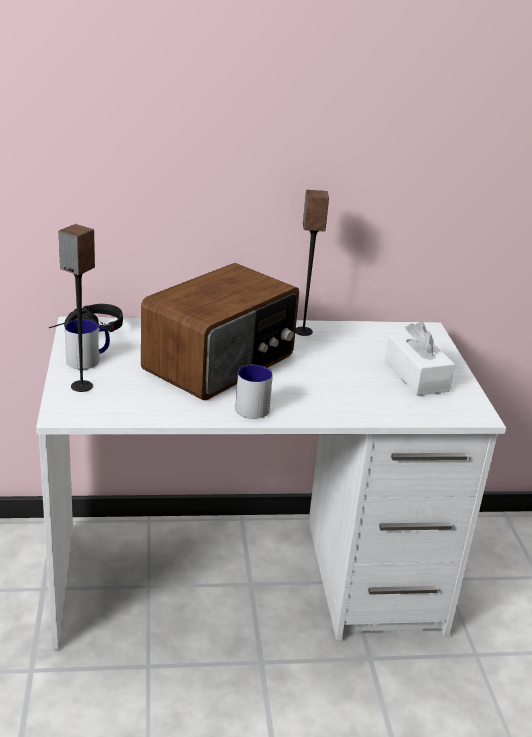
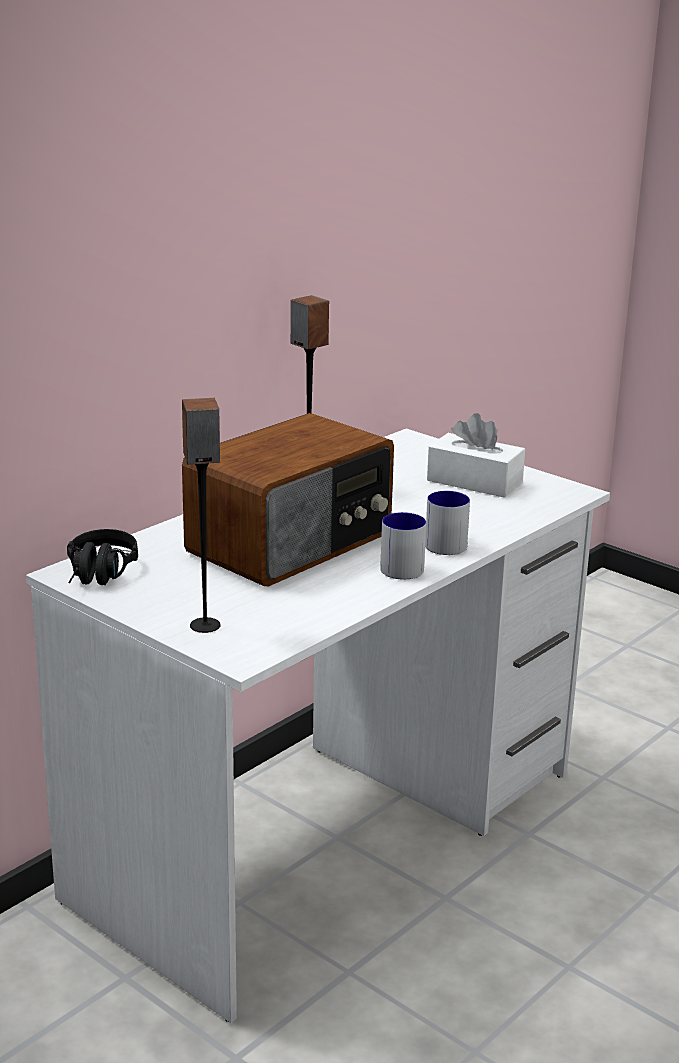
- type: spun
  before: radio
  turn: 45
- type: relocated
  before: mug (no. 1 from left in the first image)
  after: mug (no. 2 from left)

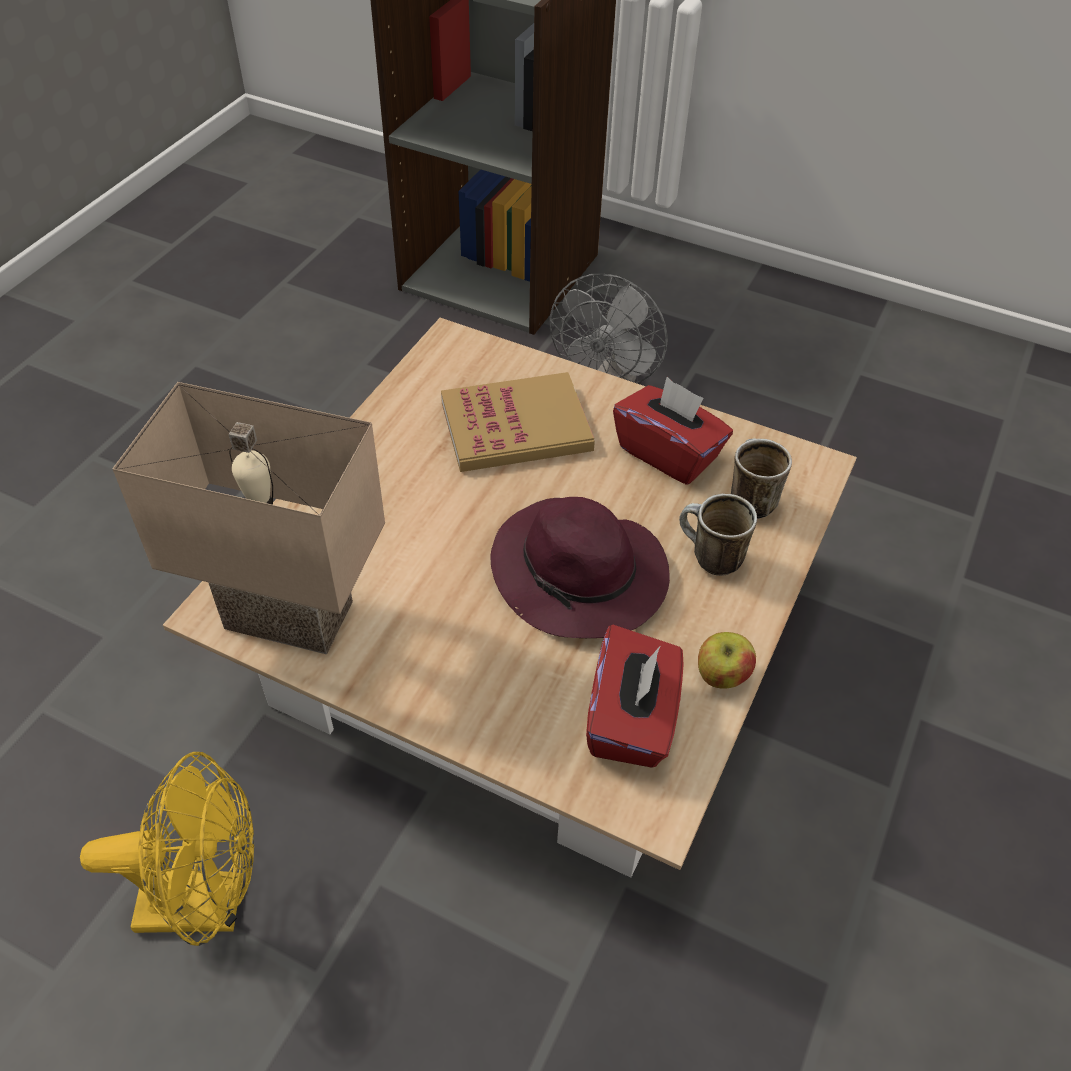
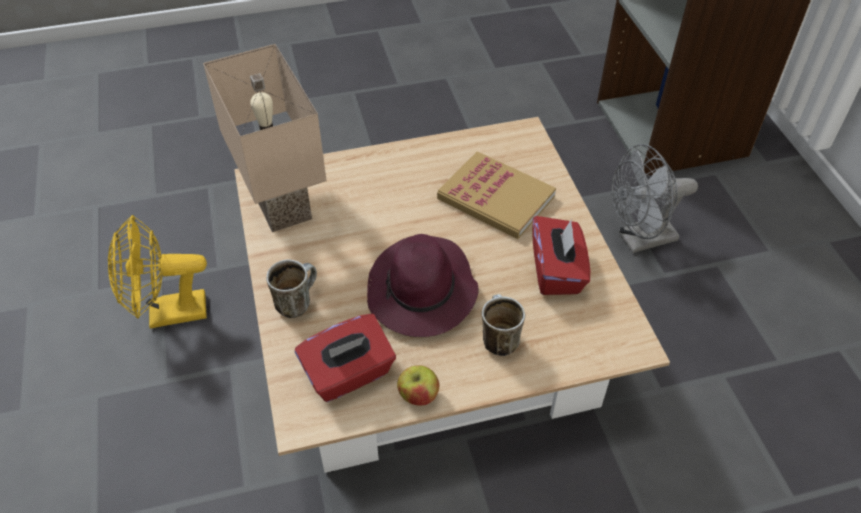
- type: spun
  before: yellow fan
  turn: 120
- type: relocated
  before: mug (no. 2 from left in the first image)
  after: mug (no. 1 from left)

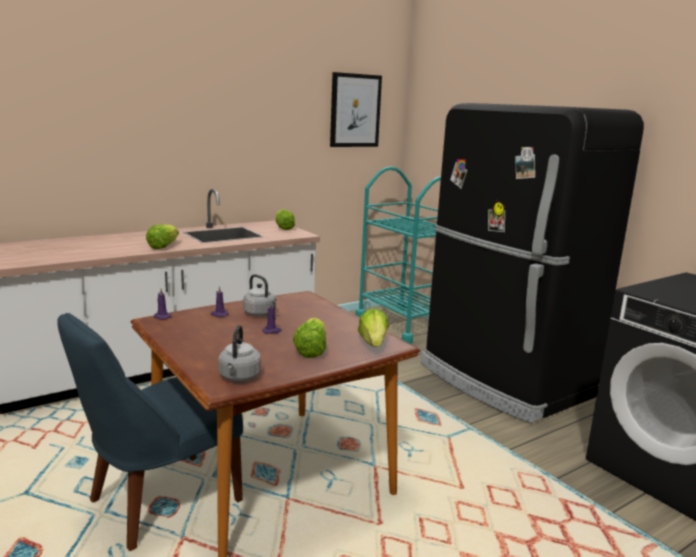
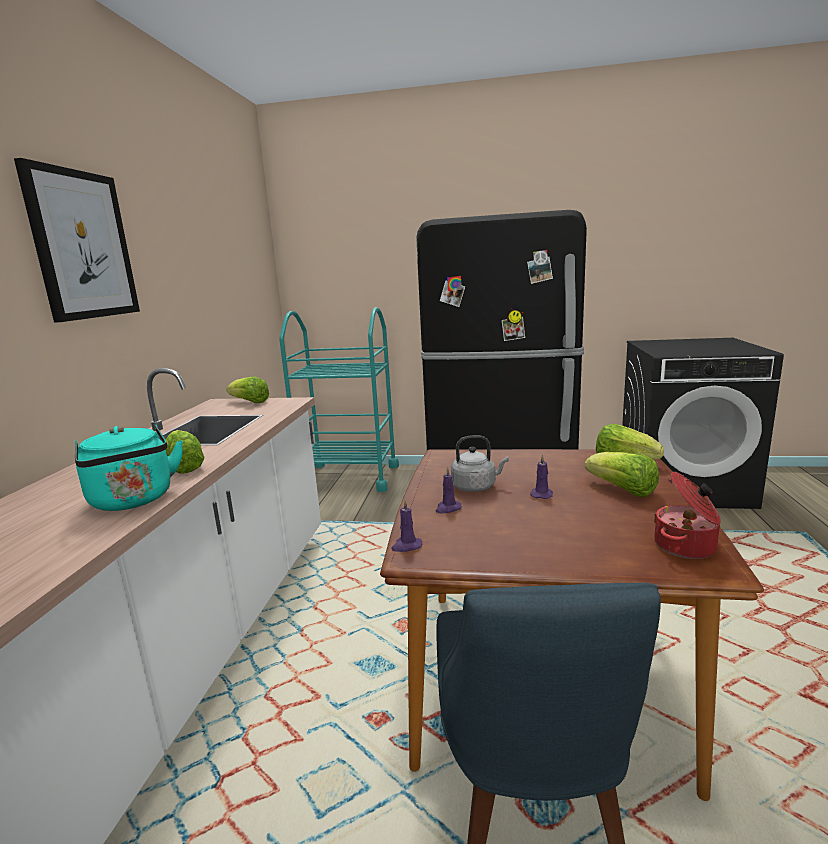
- type: relocated
  before: picture
- type: appeared
  after: turquoise kettle
- type: exchanged
  before: grey kettle (no. 1 from left)
  after: cooking pot

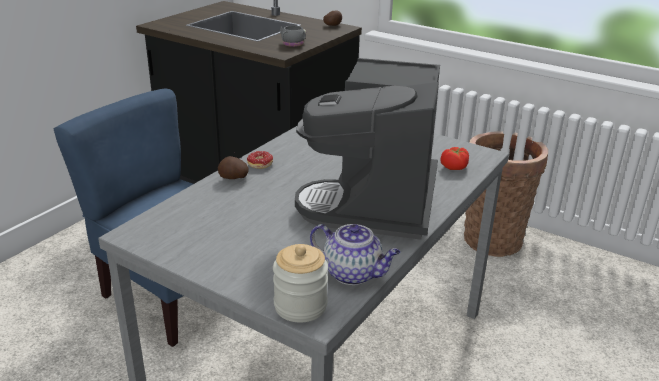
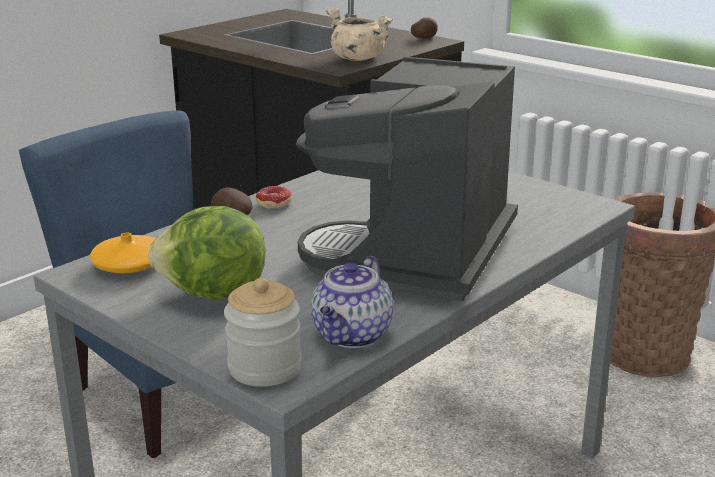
- type: appeared
  after: orange vase
- type: appeared
  after: lettuce
- type: spun
  before: teapot
  turn: 75
- type: exchanged
  before: grey mug
  after: beige cooking pot
- type: missing
  before: tomato

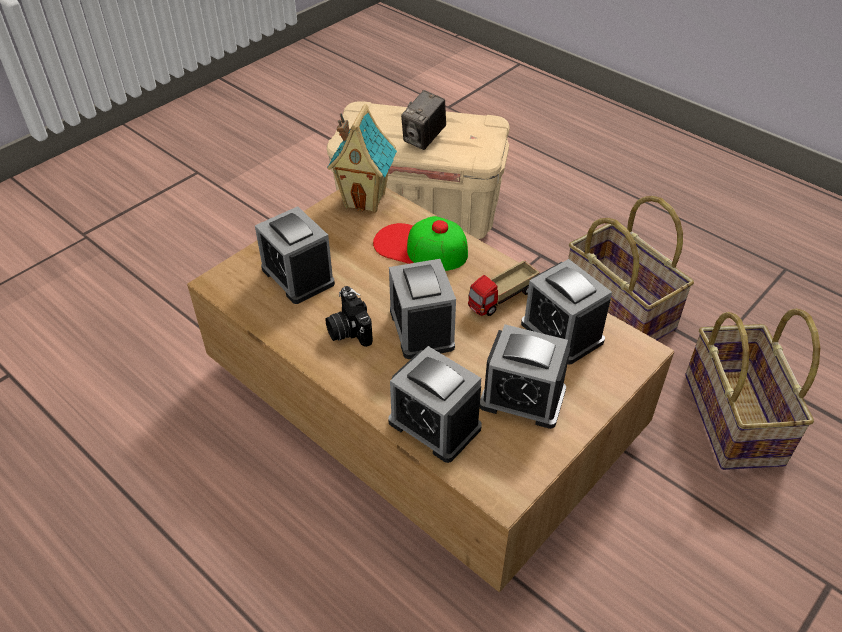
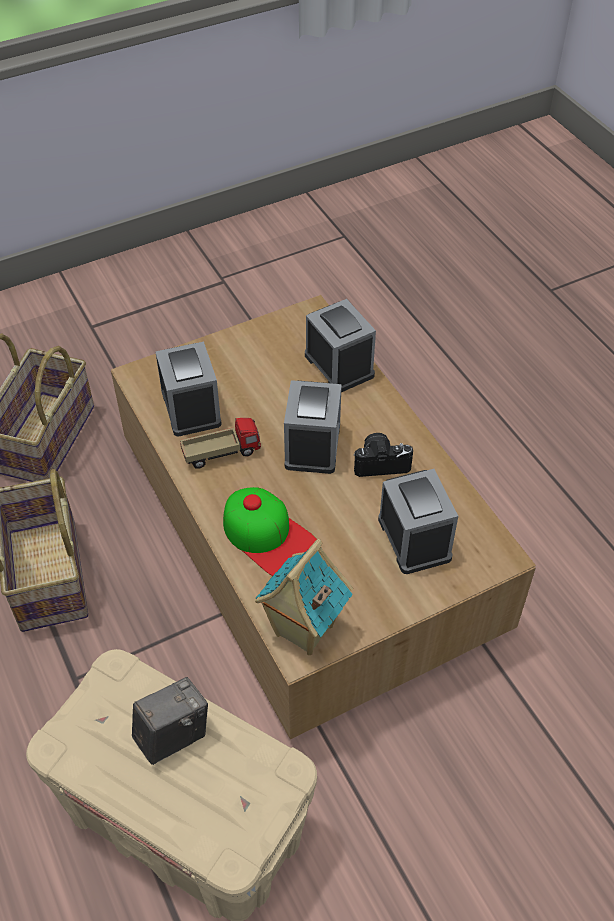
- type: spun
  before: photo camera (no. 1 from left in the first image)
  turn: -90
- type: missing
  before: alarm clock (no. 4 from left)

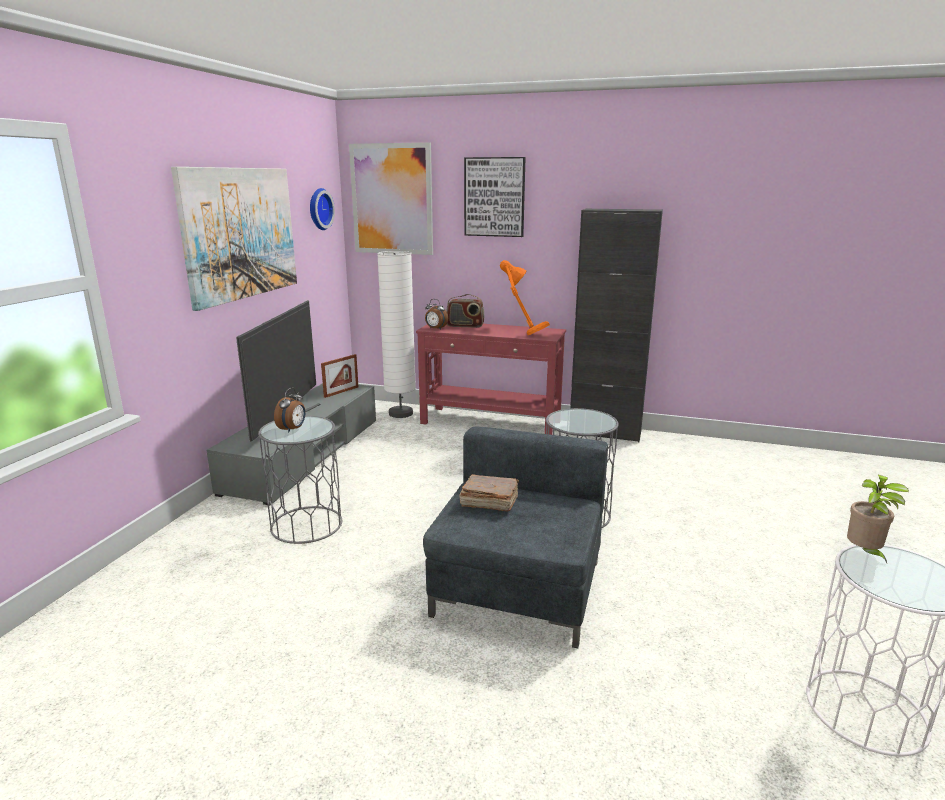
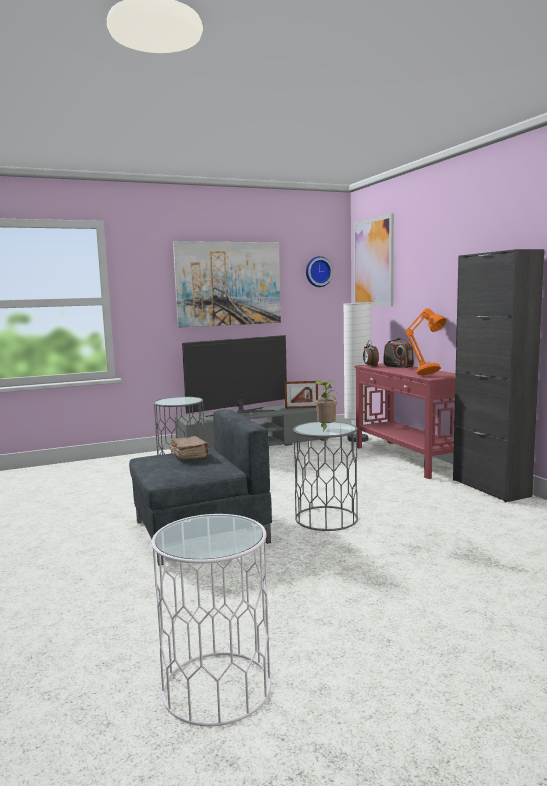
- type: relocated
  before: potted plant
- type: missing
  before: alarm clock (no. 1 from left)
- type: missing
  before: picture (no. 3 from left)

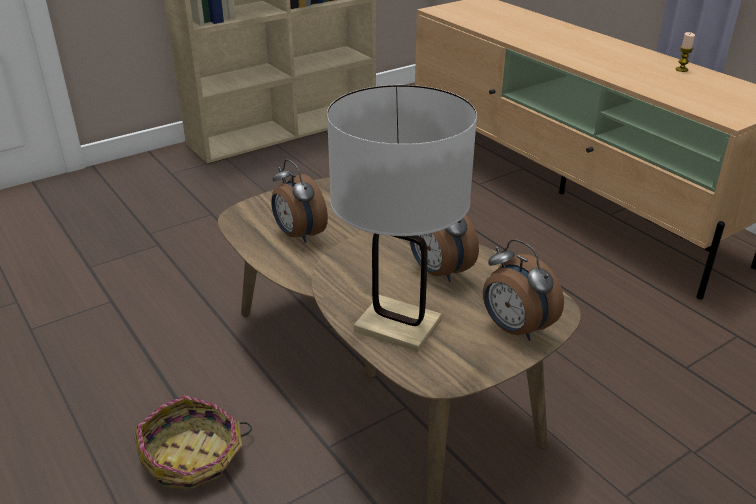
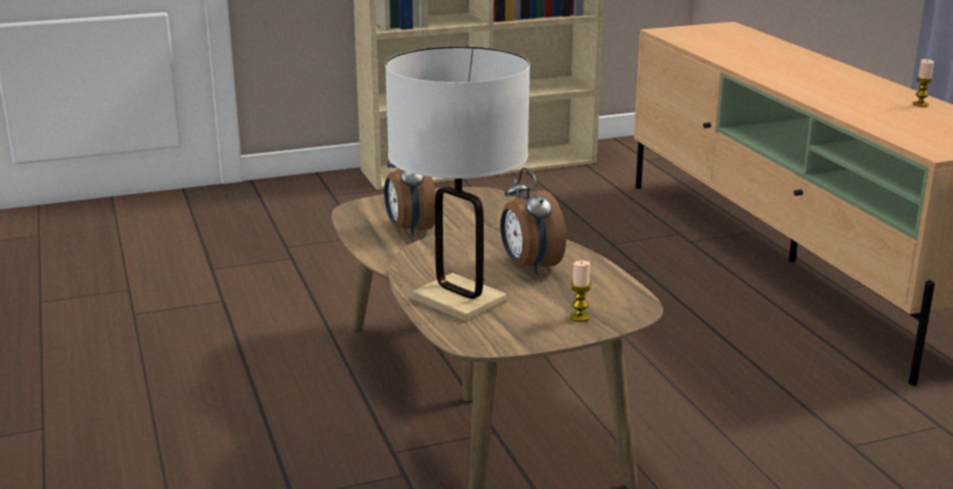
- type: exchanged
  before: alarm clock (no. 3 from left)
  after: candle (no. 1 from left)
- type: missing
  before: basket

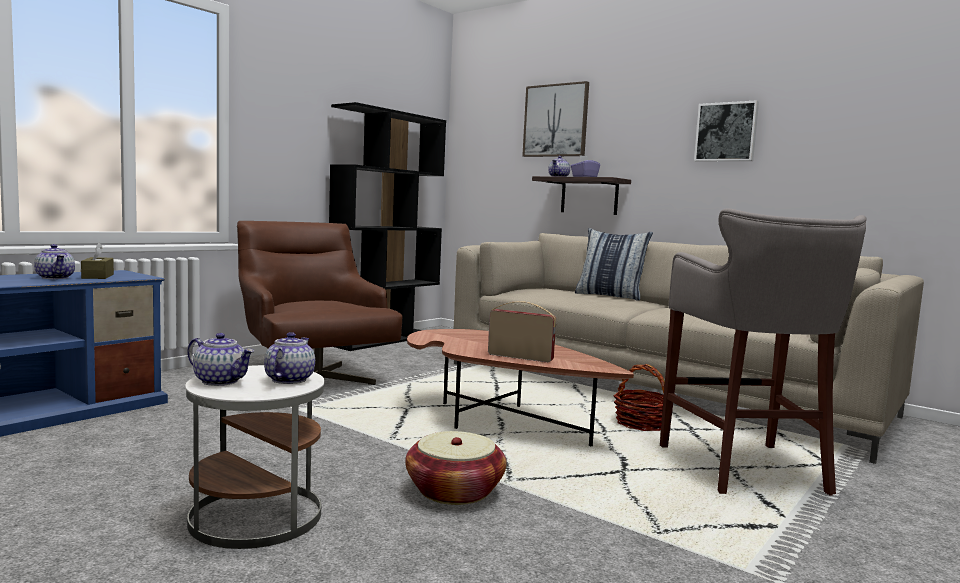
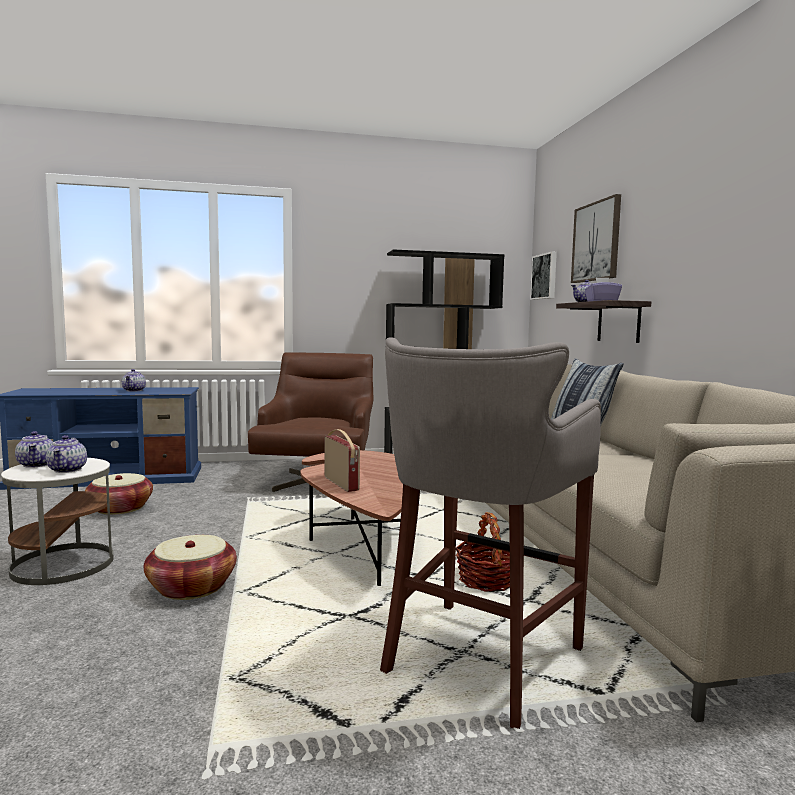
- type: spun
  before: teapot (no. 3 from left in the first image)
  turn: 120
- type: appeared
  after: basket (no. 1 from left)
- type: relocated
  before: picture (no. 2 from left in the first image)
  after: picture (no. 1 from left)
- type: missing
  before: brown tissue box

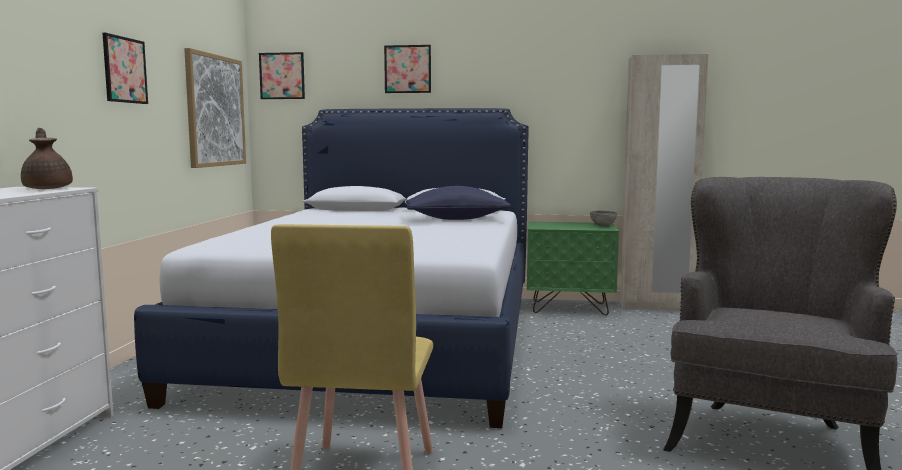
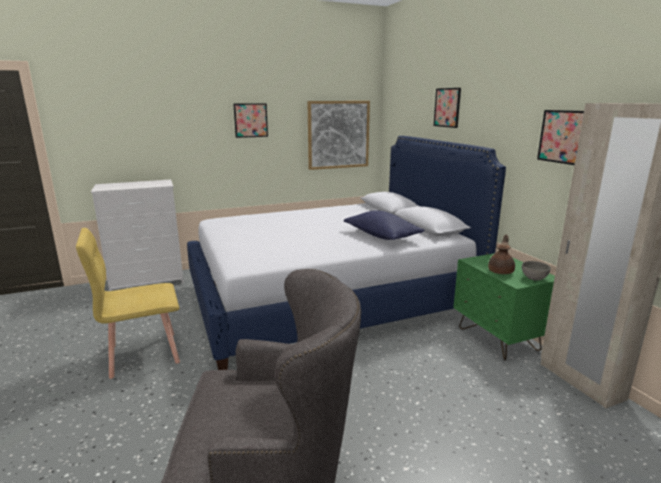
- type: relocated
  before: brown teapot
- type: relocated
  before: picture (no. 3 from left in the first image)
  after: picture (no. 4 from left)

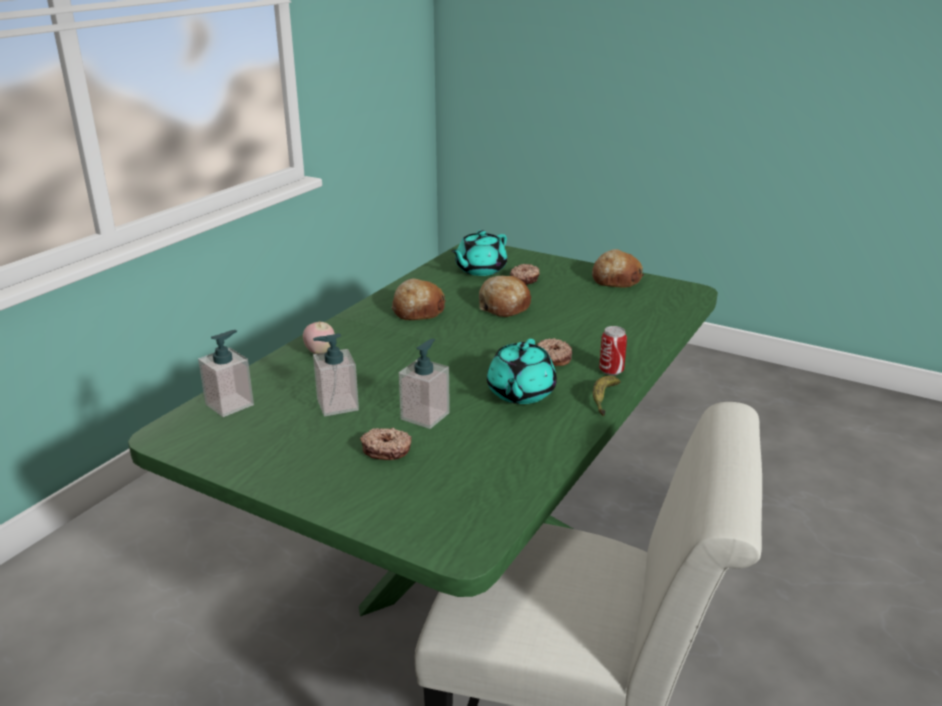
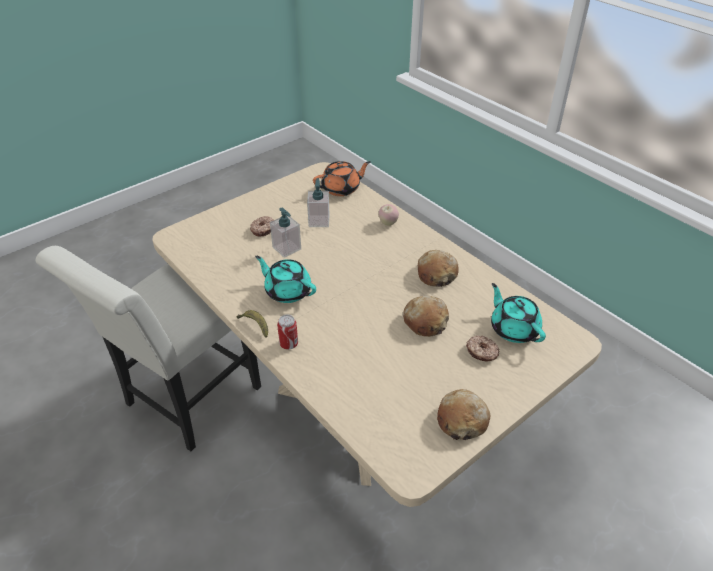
- type: colour
  before: green dining table
  after: beige dining table
- type: exchanged
  before: soap dispenser (no. 1 from left)
  after: orange teapot
- type: missing
  before: donut (no. 3 from left)

